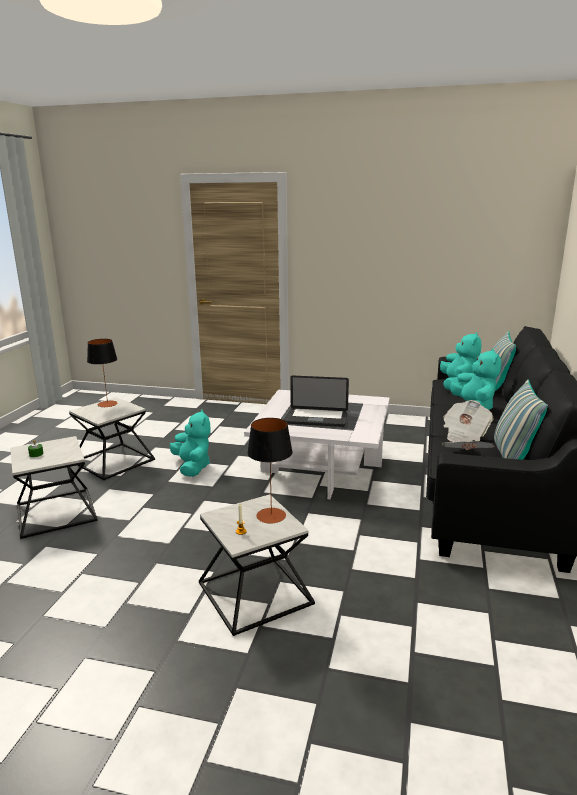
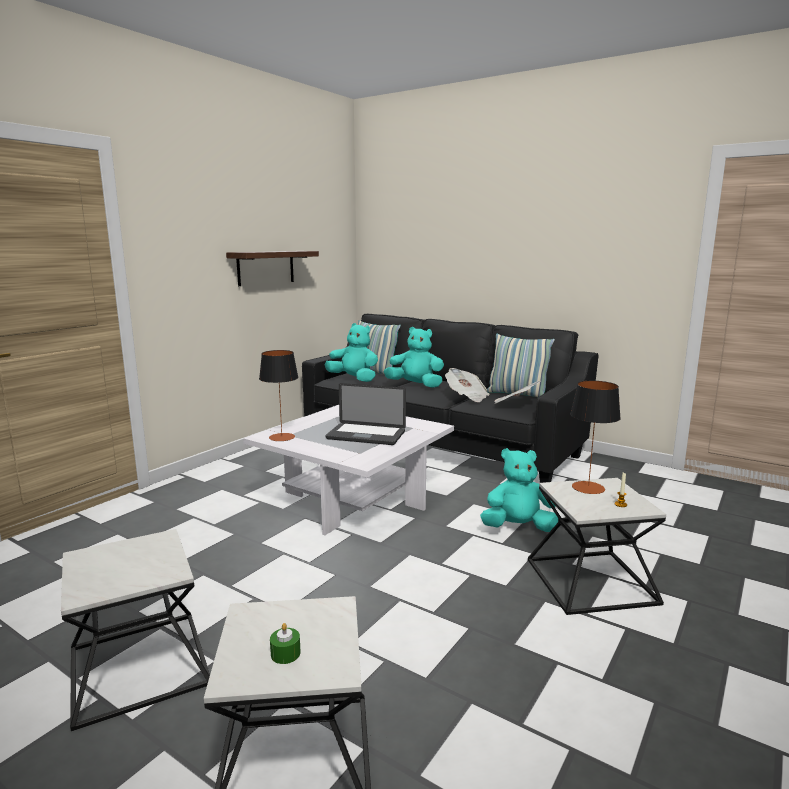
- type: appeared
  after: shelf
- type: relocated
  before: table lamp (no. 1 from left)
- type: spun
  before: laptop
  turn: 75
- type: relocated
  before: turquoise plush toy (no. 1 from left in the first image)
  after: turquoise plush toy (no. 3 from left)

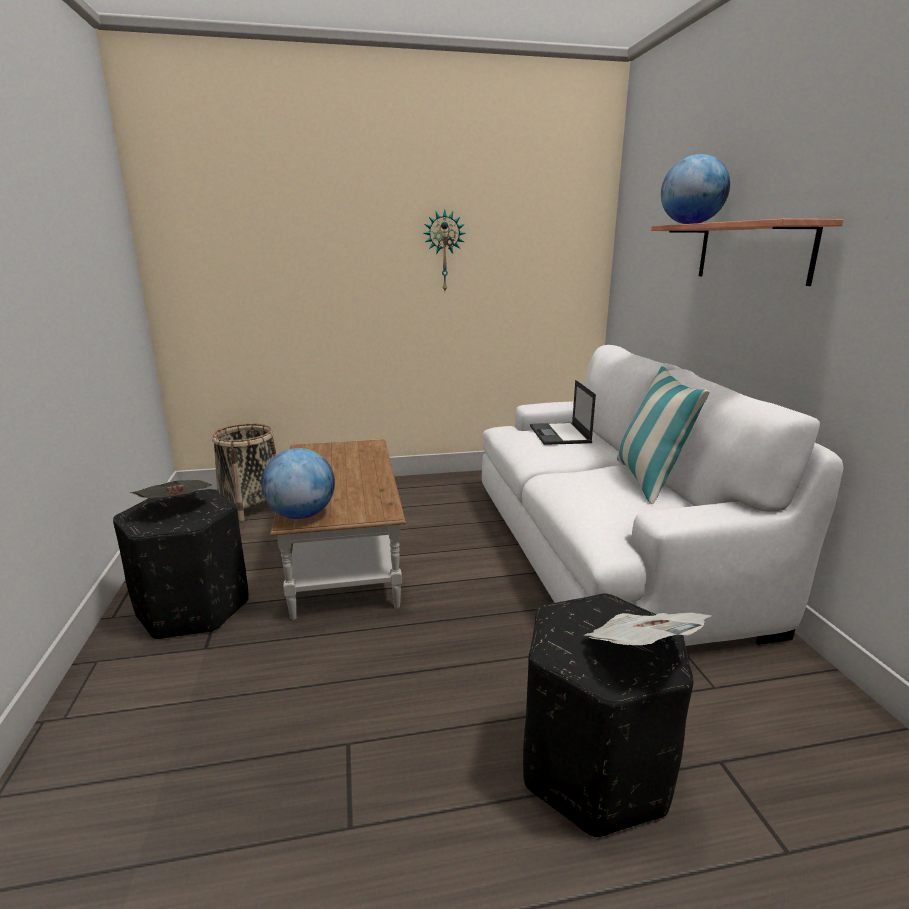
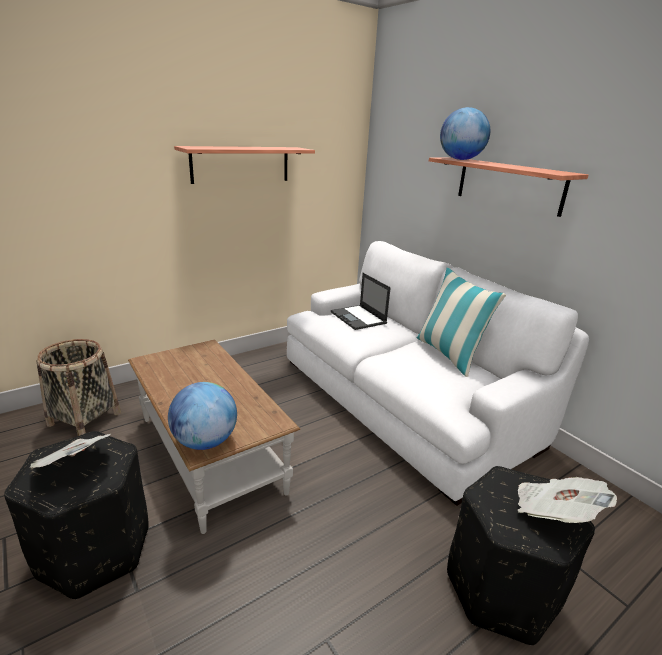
- type: exchanged
  before: wall clock
  after: shelf (no. 1 from left)

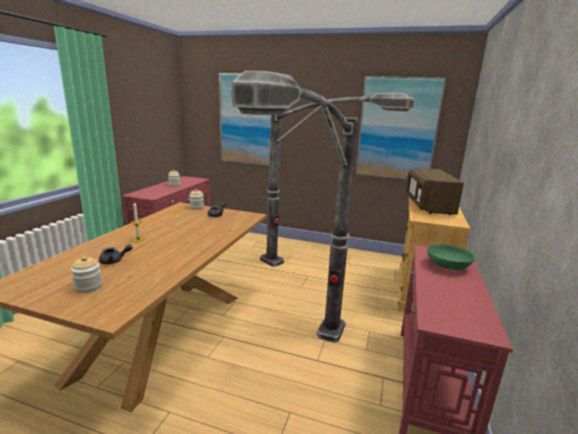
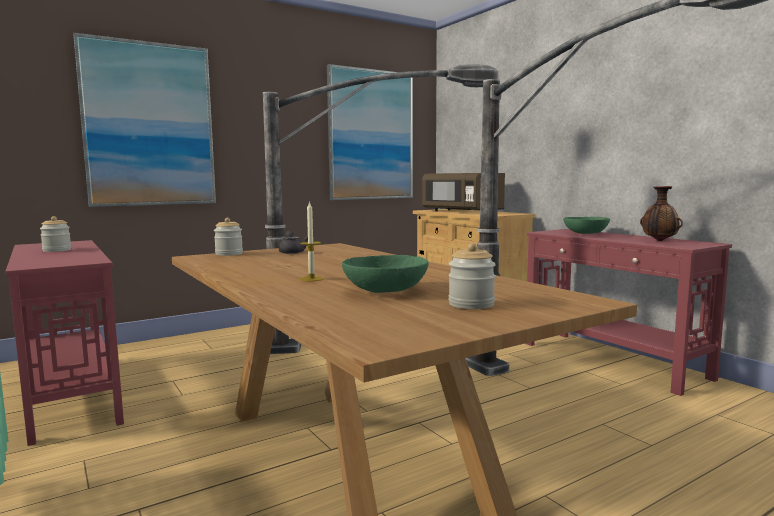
- type: exchanged
  before: grey teapot (no. 1 from left)
  after: green bowl (no. 1 from left)
- type: appeared
  after: vase

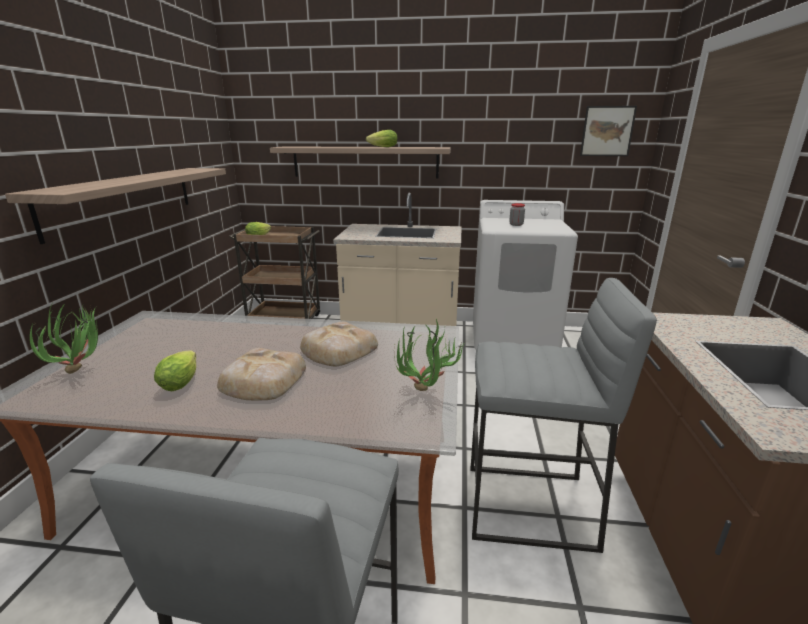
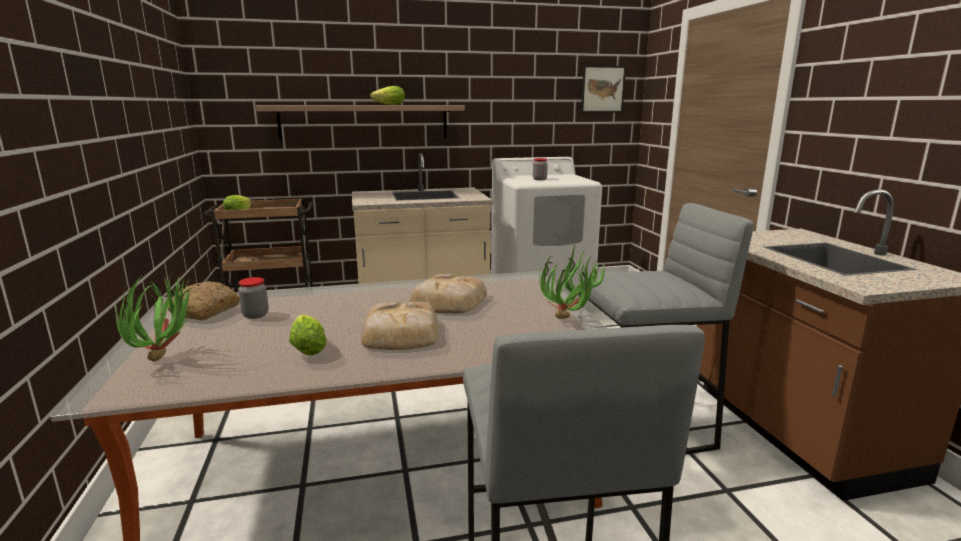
- type: appeared
  after: bread (no. 1 from left)
- type: appeared
  after: jar (no. 1 from left)
- type: missing
  before: shelf (no. 1 from left)

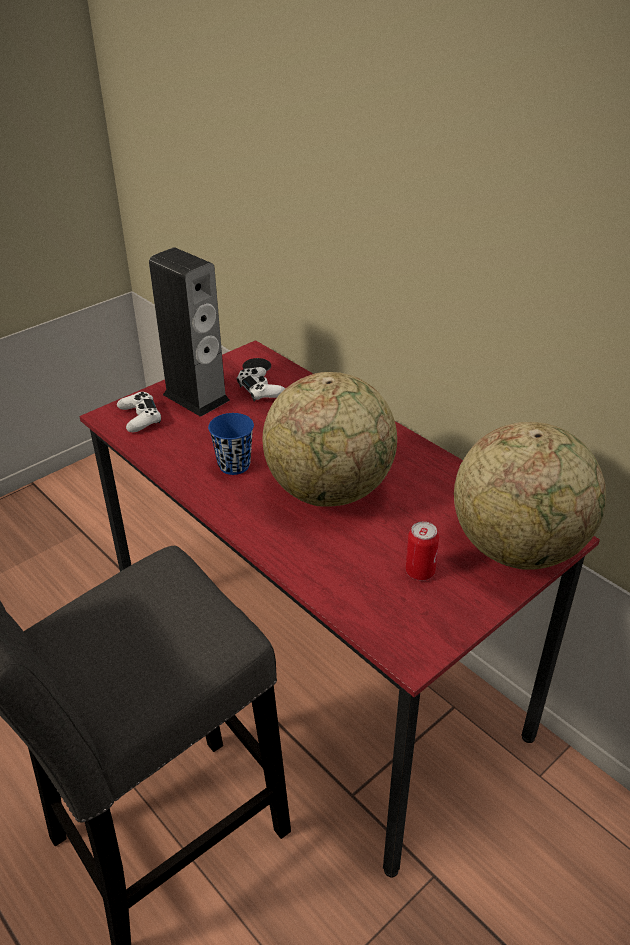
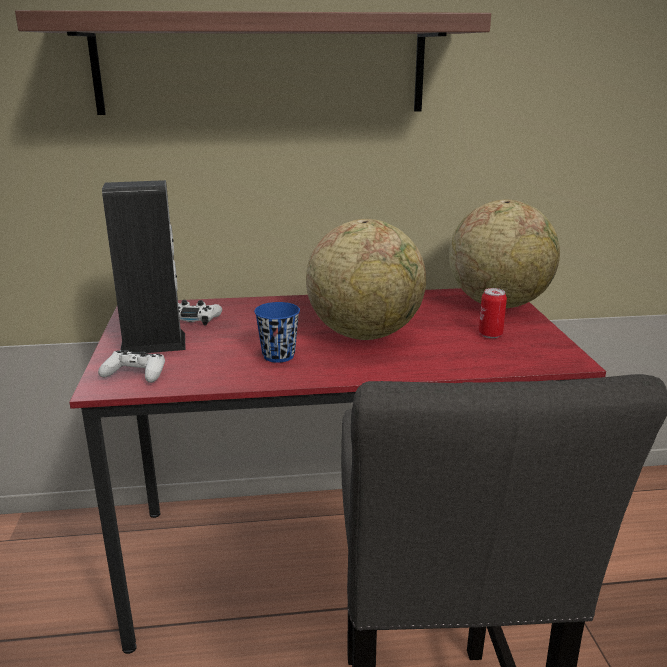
- type: appeared
  after: shelf

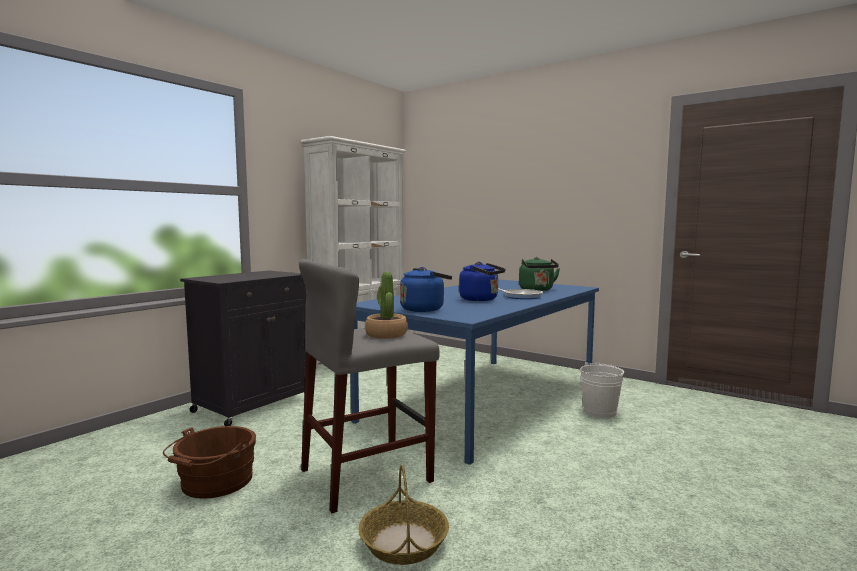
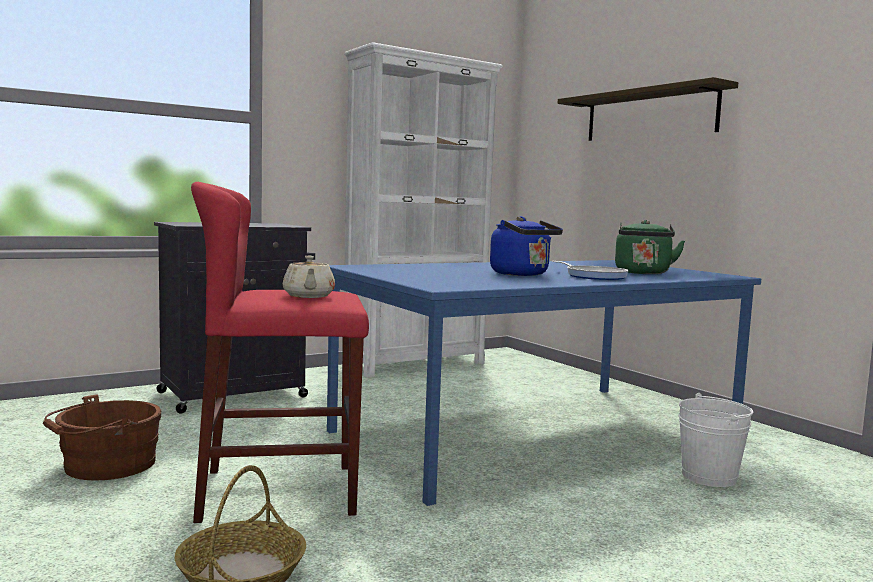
- type: colour
  before: grey stool
  after: red stool
- type: exchanged
  before: potted plant
  after: beige teapot
- type: appeared
  after: shelf
- type: missing
  before: blue kettle (no. 1 from left)

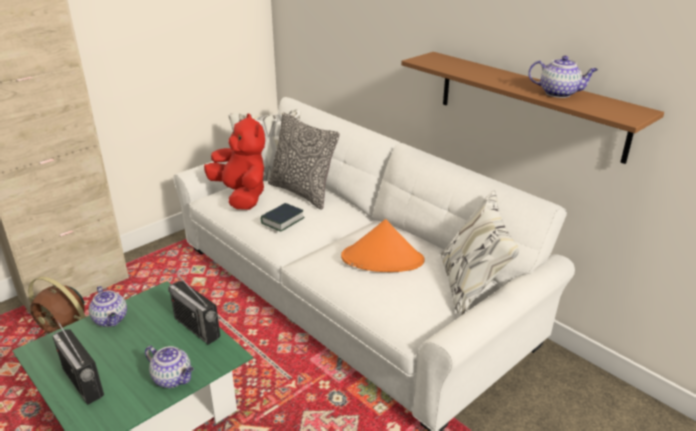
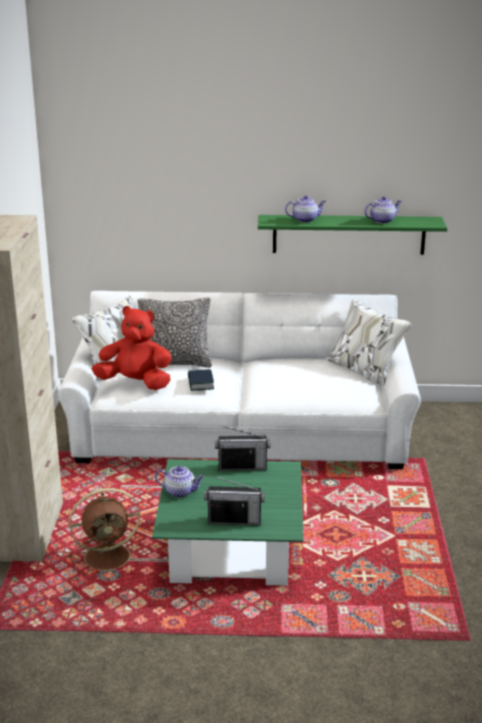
- type: colour
  before: brown shelf
  after: green shelf
- type: relocated
  before: teapot (no. 2 from left)
- type: missing
  before: orange hat

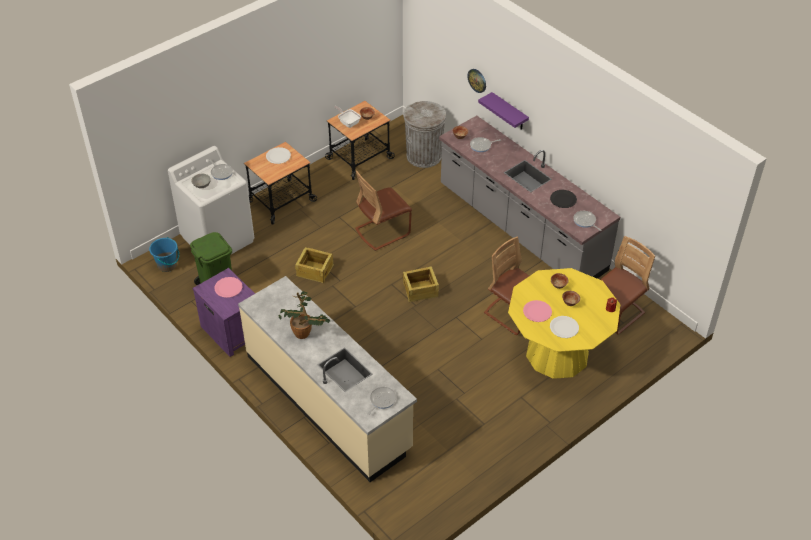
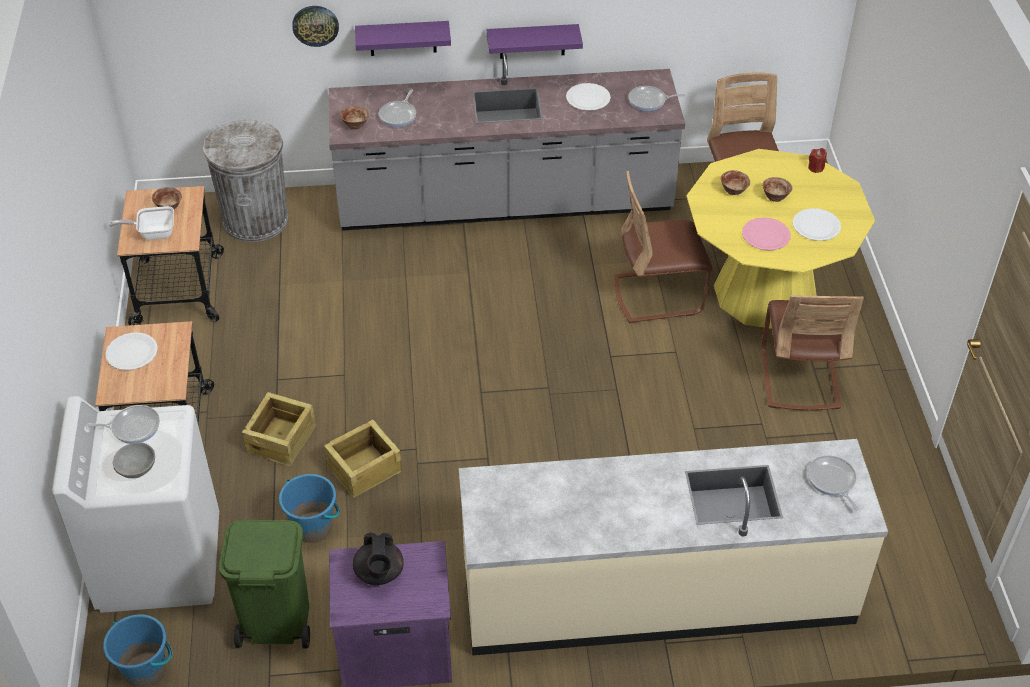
- type: relocated
  before: crate (no. 2 from left in the first image)
  after: crate (no. 1 from left)
- type: appeared
  after: blue bucket (no. 2 from left)
- type: exchanged
  before: pink plate (no. 1 from left)
  after: black teapot
- type: appeared
  after: purple shelf (no. 2 from left)
- type: colour
  before: black plate
  after: white plate (no. 2 from left)
- type: relocated
  before: brown chair (no. 1 from left in the first image)
  after: brown chair (no. 3 from left)
- type: missing
  before: potted plant

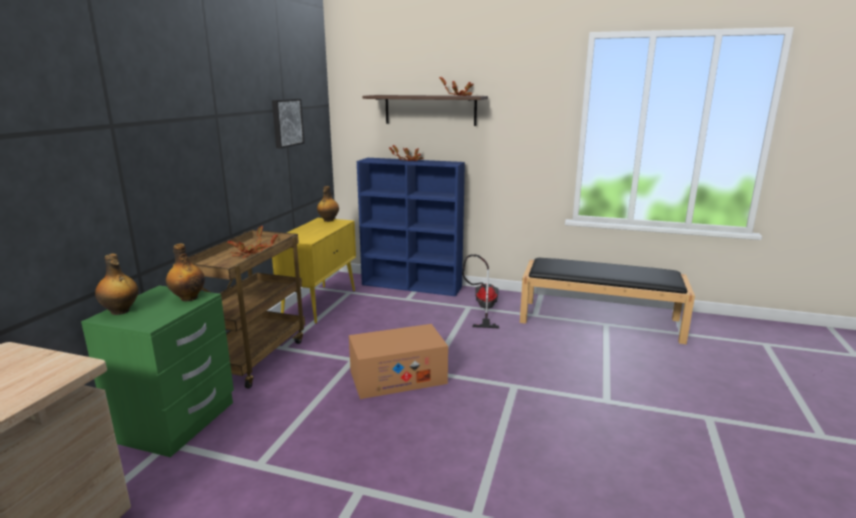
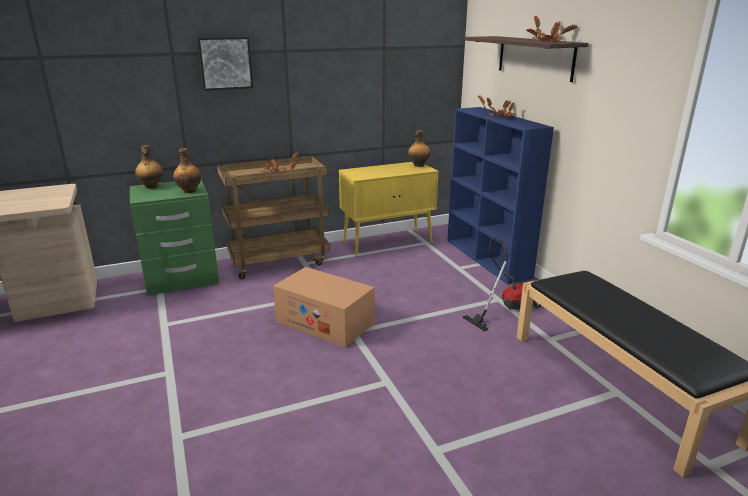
- type: relocated
  before: picture

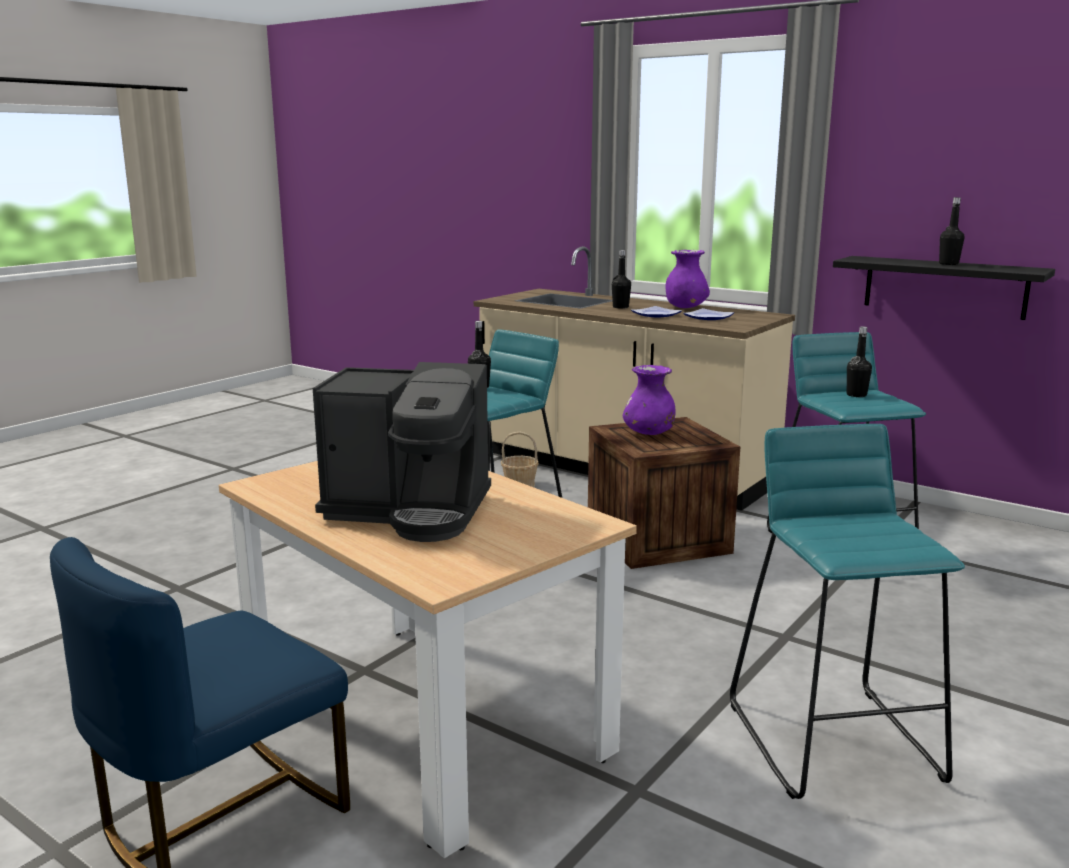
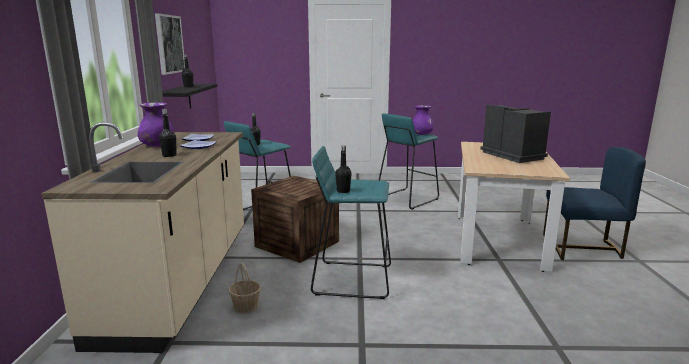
- type: appeared
  after: picture
- type: relocated
  before: purple vase (no. 1 from left in the first image)
  after: purple vase (no. 2 from left)

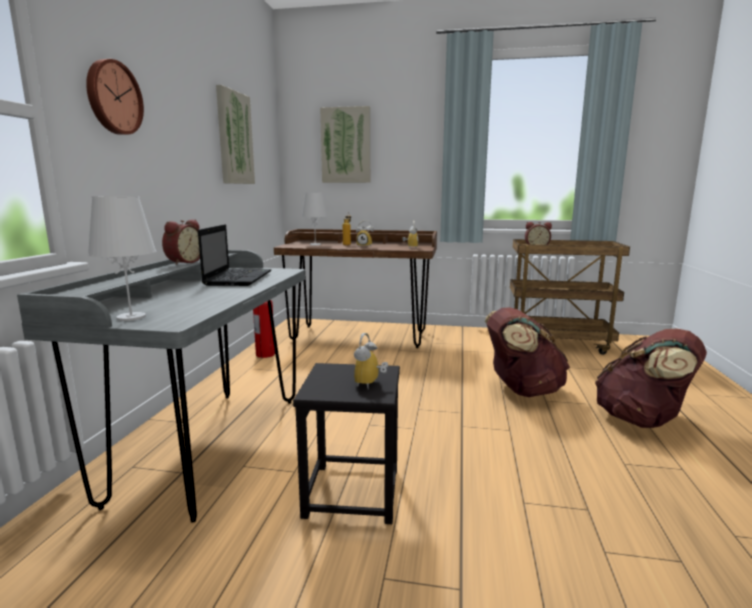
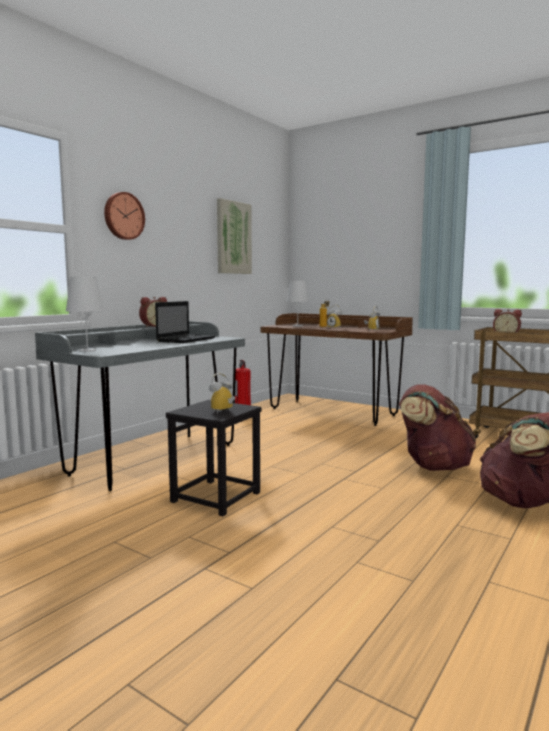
- type: missing
  before: picture (no. 2 from left)

